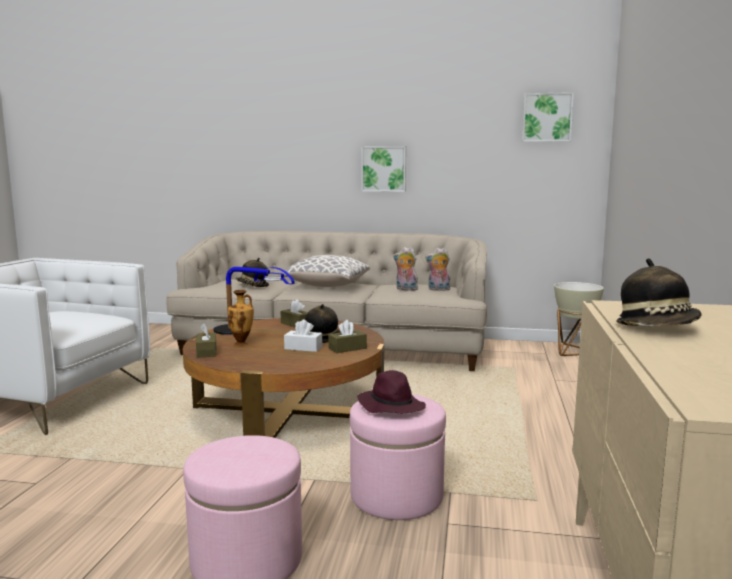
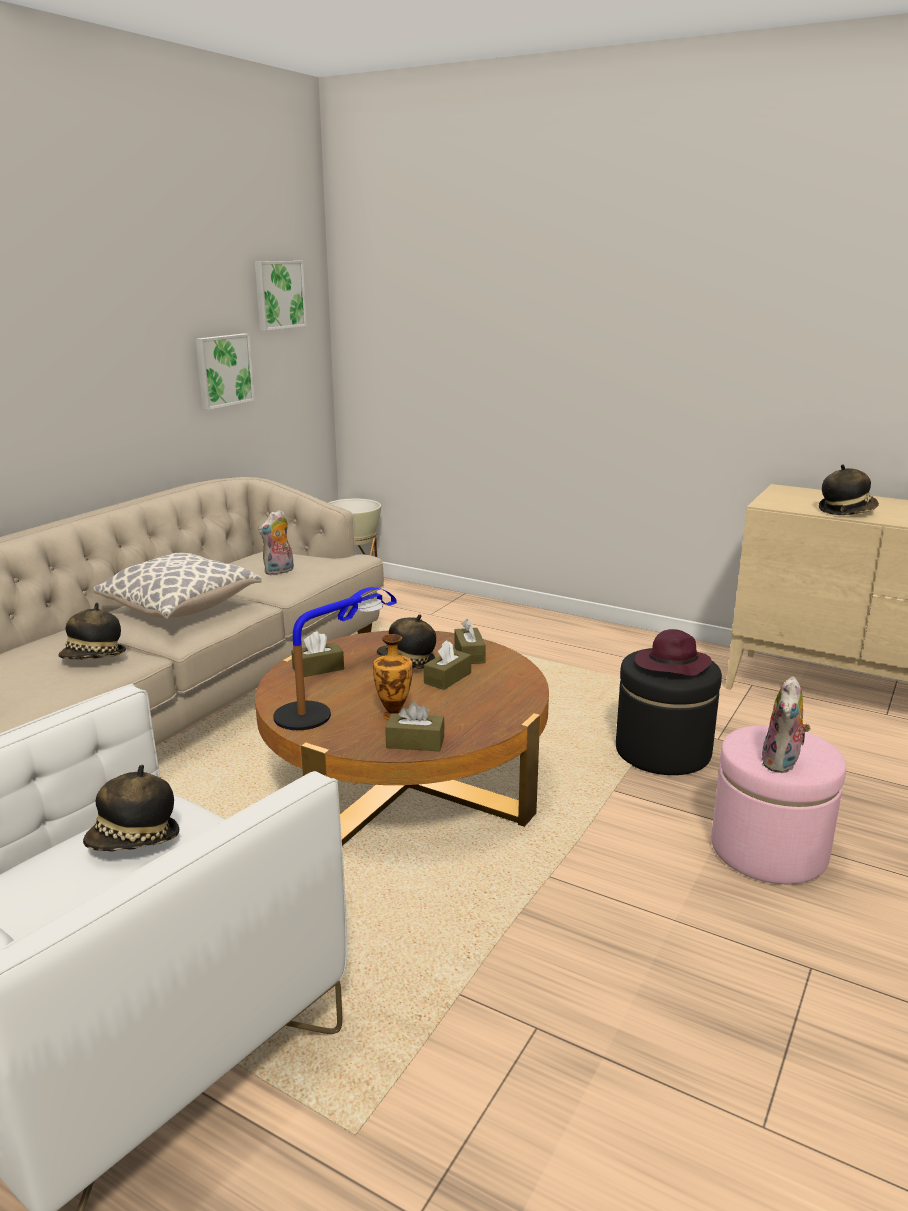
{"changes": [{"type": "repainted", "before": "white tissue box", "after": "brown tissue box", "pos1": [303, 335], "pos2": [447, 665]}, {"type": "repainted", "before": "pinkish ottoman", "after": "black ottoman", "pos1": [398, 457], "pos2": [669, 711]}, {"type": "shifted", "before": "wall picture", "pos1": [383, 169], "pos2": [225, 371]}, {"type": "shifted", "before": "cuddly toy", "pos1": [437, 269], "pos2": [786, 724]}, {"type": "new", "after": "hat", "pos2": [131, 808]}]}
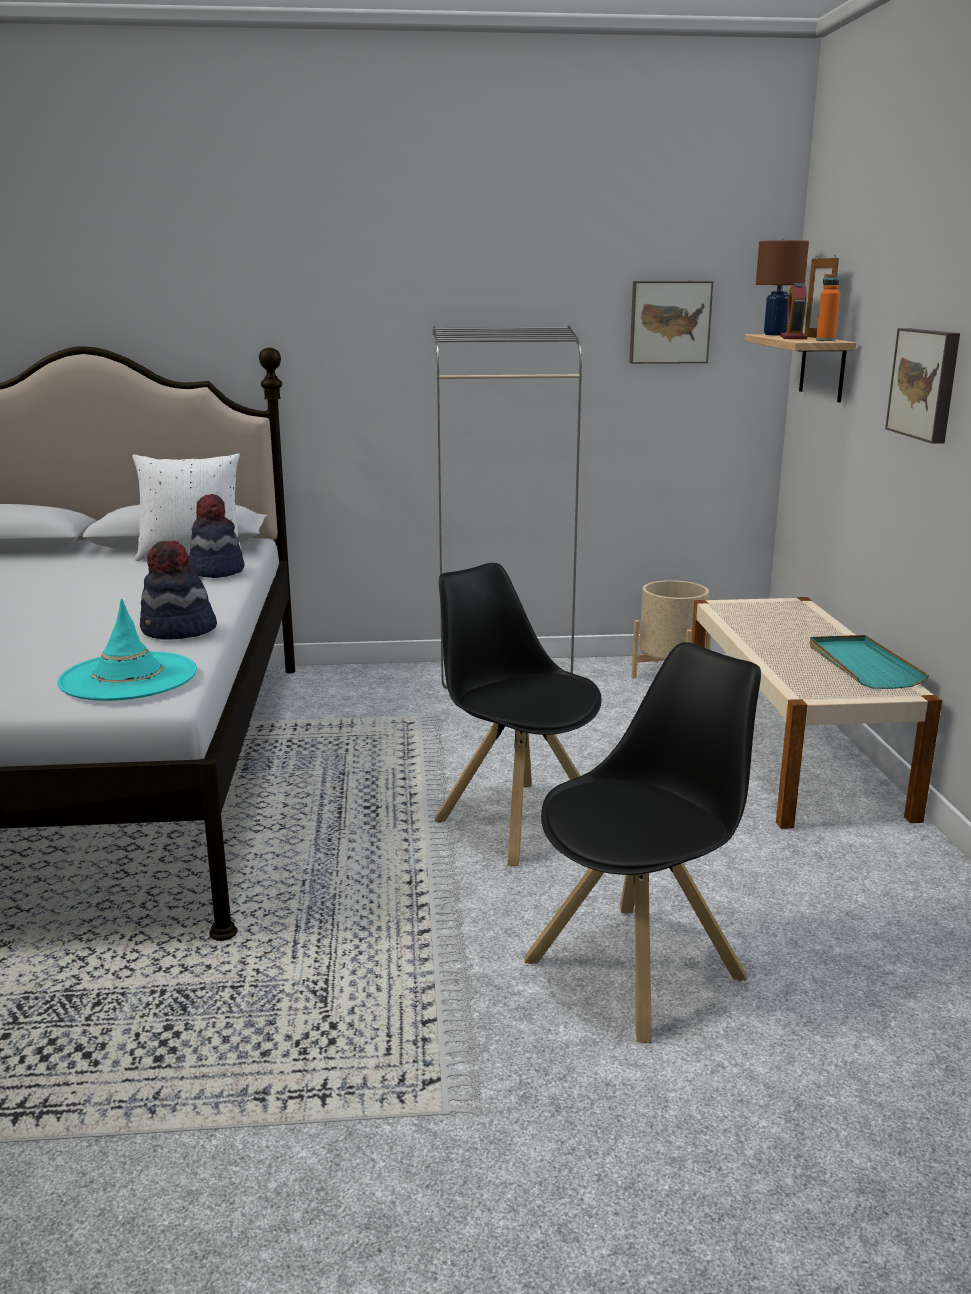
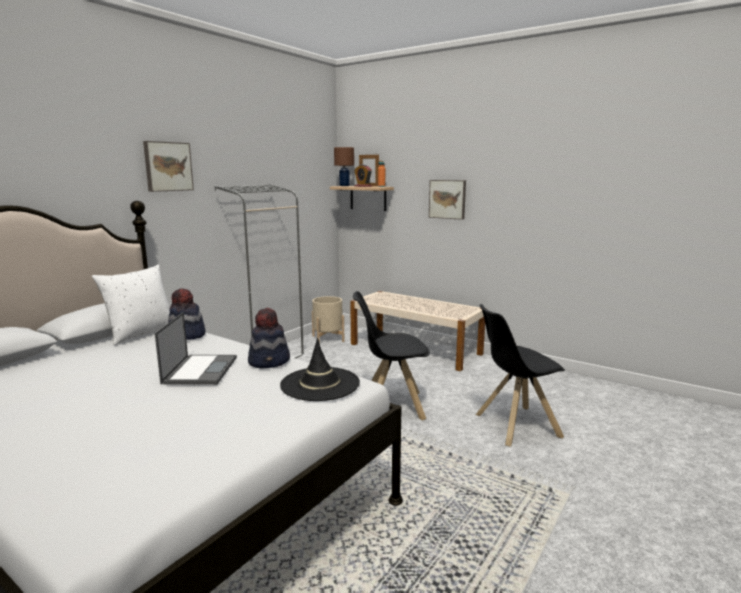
{"changes": [{"type": "repainted", "before": "turquoise hat", "after": "black hat", "pos1": [127, 649], "pos2": [320, 369]}, {"type": "rotated", "before": "black plain chair", "pos1": [642, 842], "pos2": [520, 375], "turn": -105}, {"type": "shifted", "before": "wall picture", "pos1": [671, 322], "pos2": [168, 166]}, {"type": "gone", "before": "turquoise serving tray", "pos1": [869, 662]}, {"type": "new", "after": "portable computer", "pos2": [196, 348]}]}
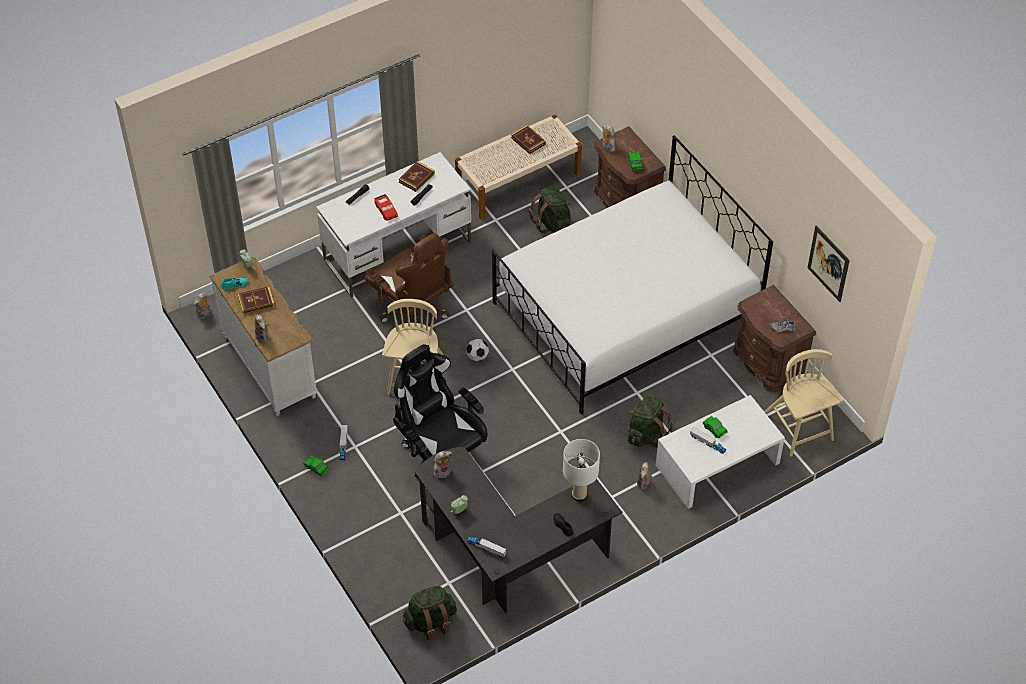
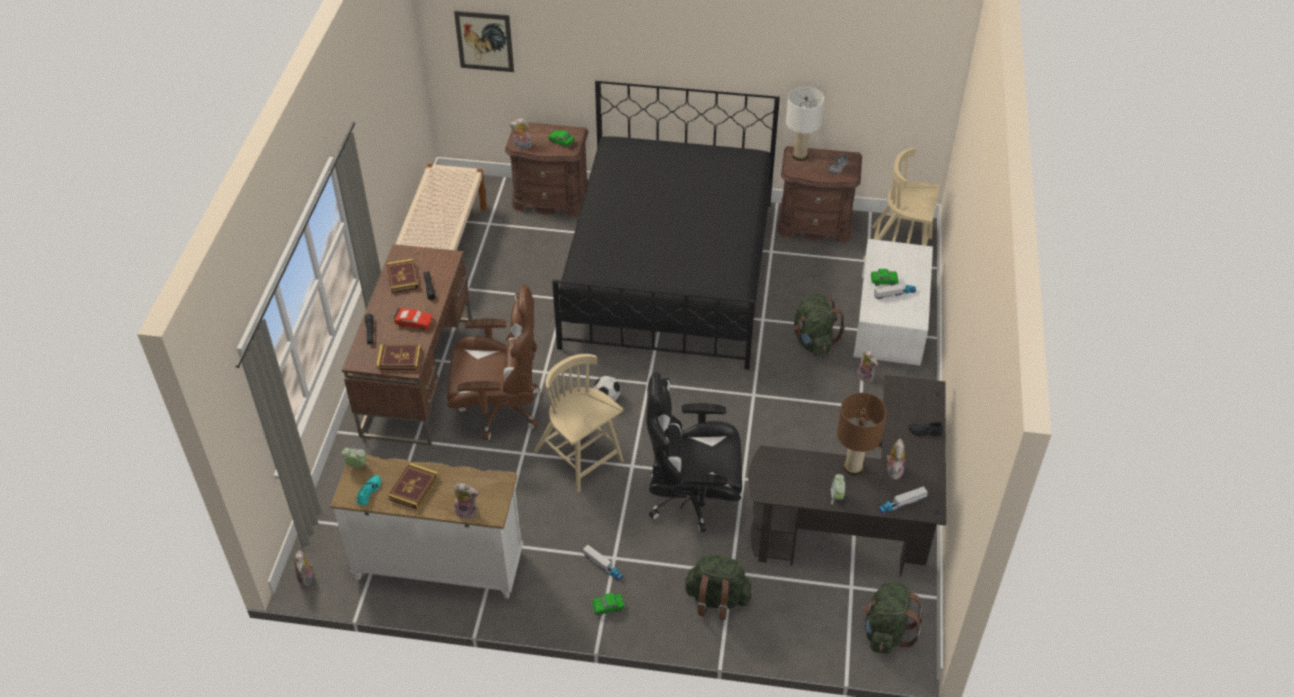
{"changes": [{"type": "repainted", "before": "white desk unit", "after": "brown desk unit", "pos1": [393, 225], "pos2": [407, 344]}, {"type": "shifted", "before": "cuddly toy", "pos1": [443, 464], "pos2": [895, 459]}, {"type": "repainted", "before": "white bed", "after": "black bed", "pos1": [632, 275], "pos2": [666, 225]}, {"type": "shifted", "before": "bound book", "pos1": [528, 139], "pos2": [398, 358]}, {"type": "shifted", "before": "greenish knapsack", "pos1": [550, 210], "pos2": [718, 587]}, {"type": "shifted", "before": "white tabletop lamp", "pos1": [581, 470], "pos2": [805, 124]}, {"type": "shifted", "before": "wall picture", "pos1": [828, 263], "pos2": [484, 41]}, {"type": "new", "after": "brown tabletop lamp", "pos2": [862, 434]}]}
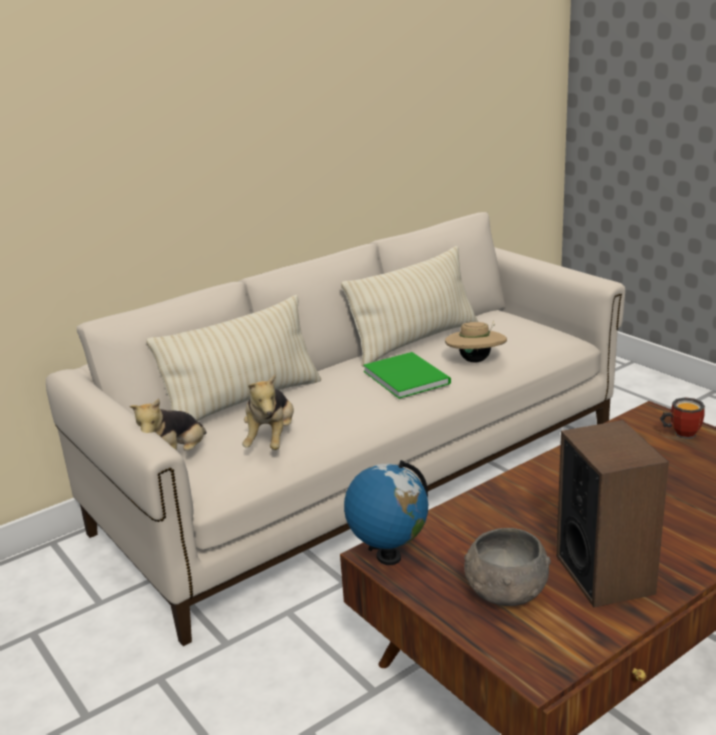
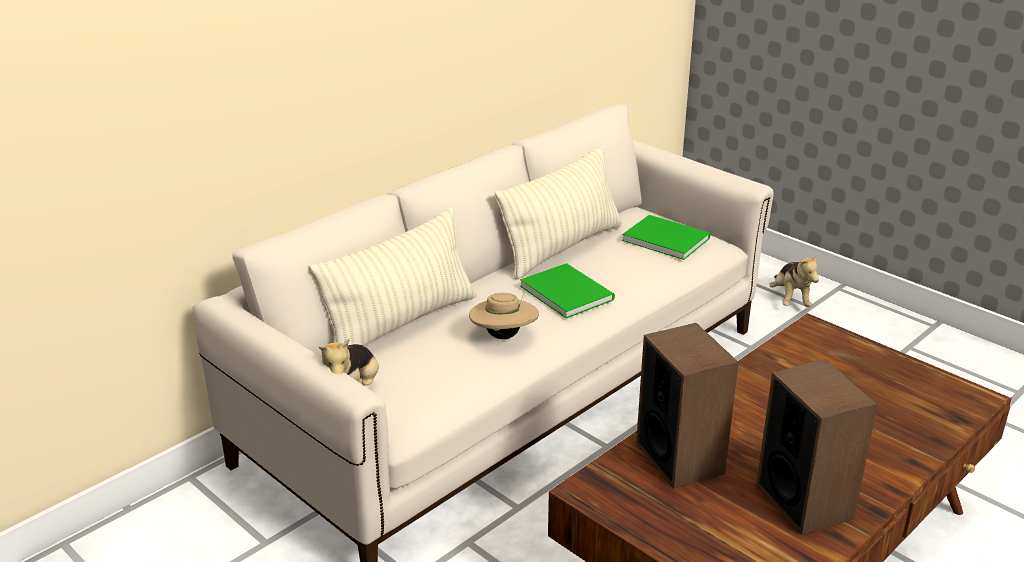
{"changes": [{"type": "shifted", "before": "cuddly toy", "pos1": [268, 412], "pos2": [794, 280]}, {"type": "gone", "before": "desk globe", "pos1": [386, 512]}, {"type": "shifted", "before": "beige hat", "pos1": [476, 342], "pos2": [504, 316]}, {"type": "gone", "before": "grey deep dish", "pos1": [507, 567]}, {"type": "gone", "before": "coffee mug", "pos1": [682, 418]}, {"type": "new", "after": "greenish bound book", "pos2": [666, 237]}, {"type": "new", "after": "speaker", "pos2": [687, 406]}]}
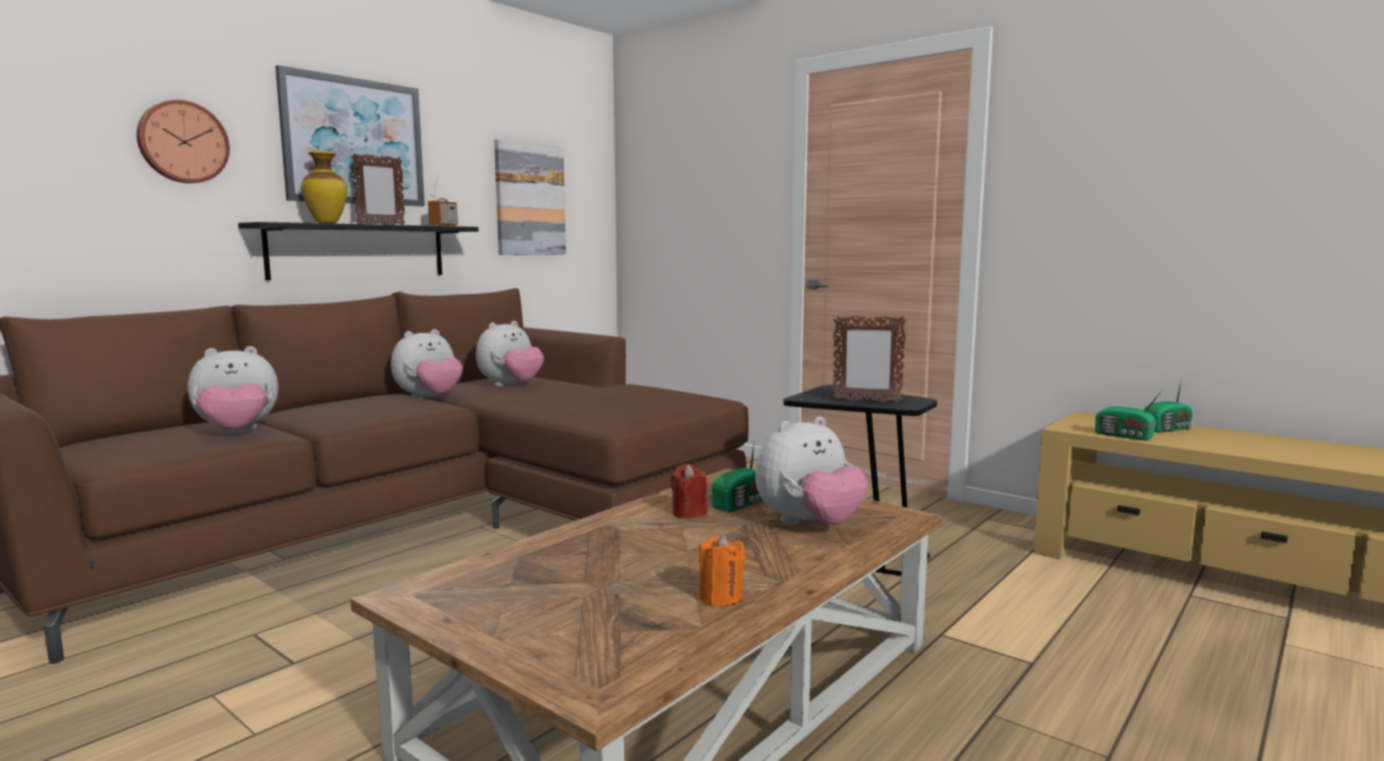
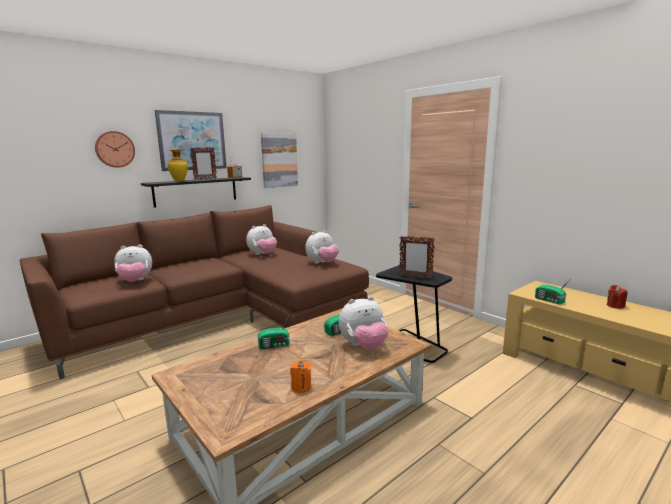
{"changes": [{"type": "shifted", "before": "cuddly toy", "pos1": [427, 363], "pos2": [322, 247]}, {"type": "shifted", "before": "red-coloured wax light", "pos1": [688, 491], "pos2": [617, 297]}, {"type": "shifted", "before": "radio receiver", "pos1": [1168, 407], "pos2": [274, 332]}]}
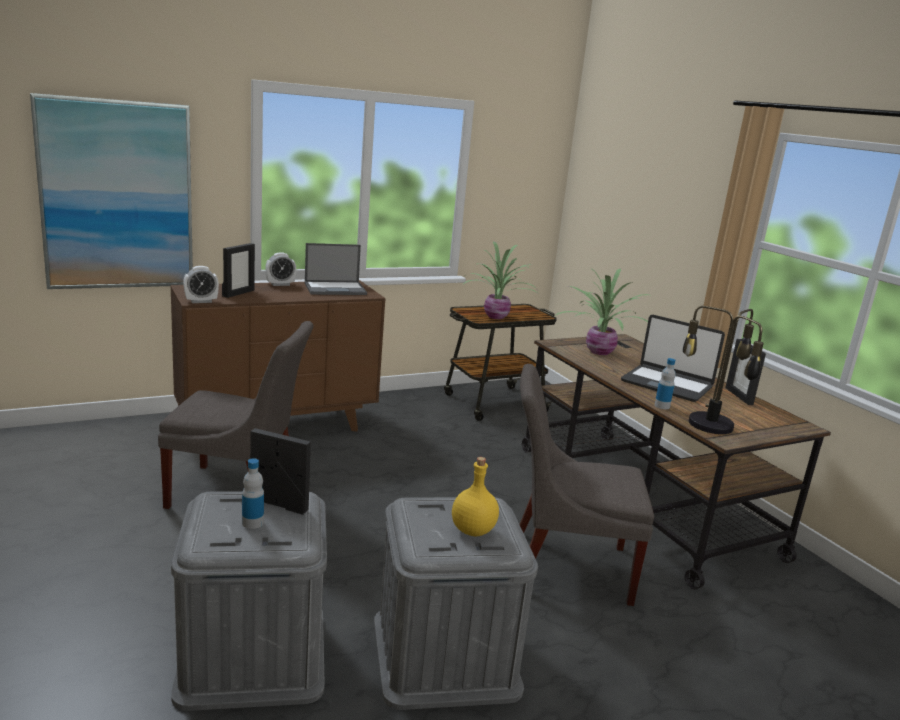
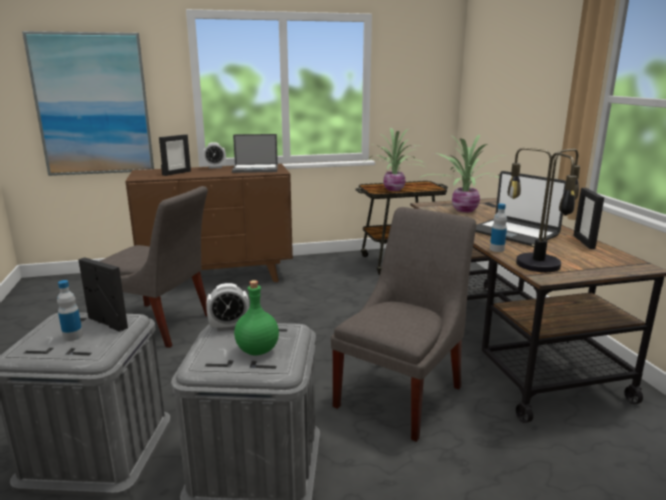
{"changes": [{"type": "shifted", "before": "table clock", "pos1": [201, 284], "pos2": [227, 307]}, {"type": "repainted", "before": "yellow drink bottle", "after": "greenish drink bottle", "pos1": [475, 496], "pos2": [256, 318]}, {"type": "rotated", "before": "grey plain chair", "pos1": [586, 485], "pos2": [403, 324], "turn": 105}]}
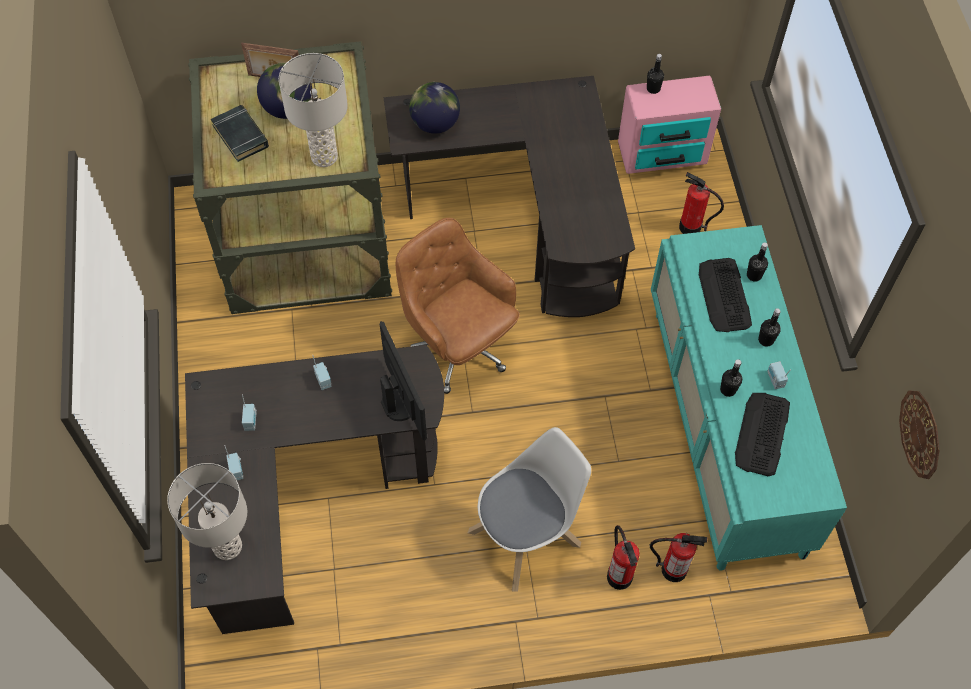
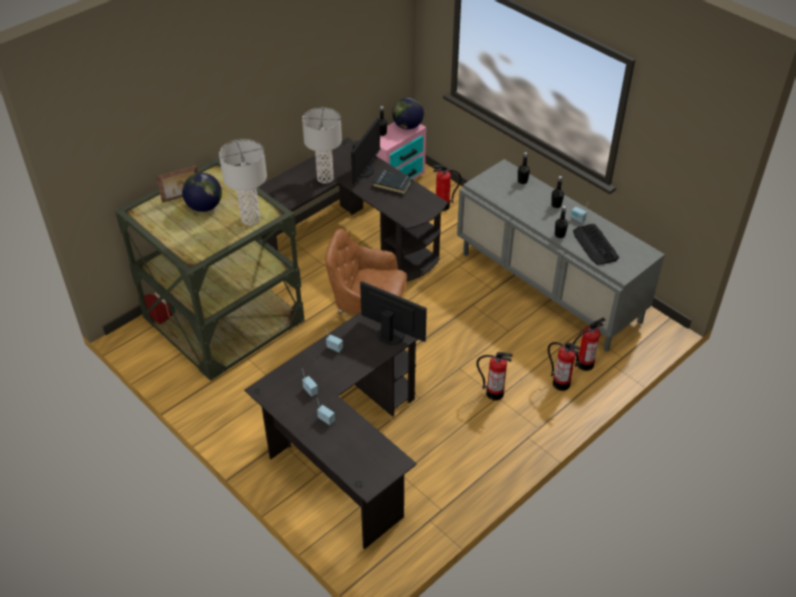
{"changes": [{"type": "shifted", "before": "white tabletop lamp", "pos1": [207, 511], "pos2": [322, 145]}, {"type": "shifted", "before": "black bound book", "pos1": [240, 133], "pos2": [392, 182]}, {"type": "shifted", "before": "desk globe", "pos1": [434, 108], "pos2": [408, 113]}, {"type": "swapped", "before": "plain chair", "after": "fire-fighting cylinder", "pos1": [529, 509], "pos2": [494, 376]}, {"type": "repainted", "before": "turquoise cabinet", "after": "grey cabinet", "pos1": [749, 398], "pos2": [561, 255]}, {"type": "gone", "before": "keyboard", "pos1": [725, 295]}, {"type": "gone", "before": "clock on the wall", "pos1": [919, 434]}, {"type": "new", "after": "computer display", "pos2": [365, 151]}]}
